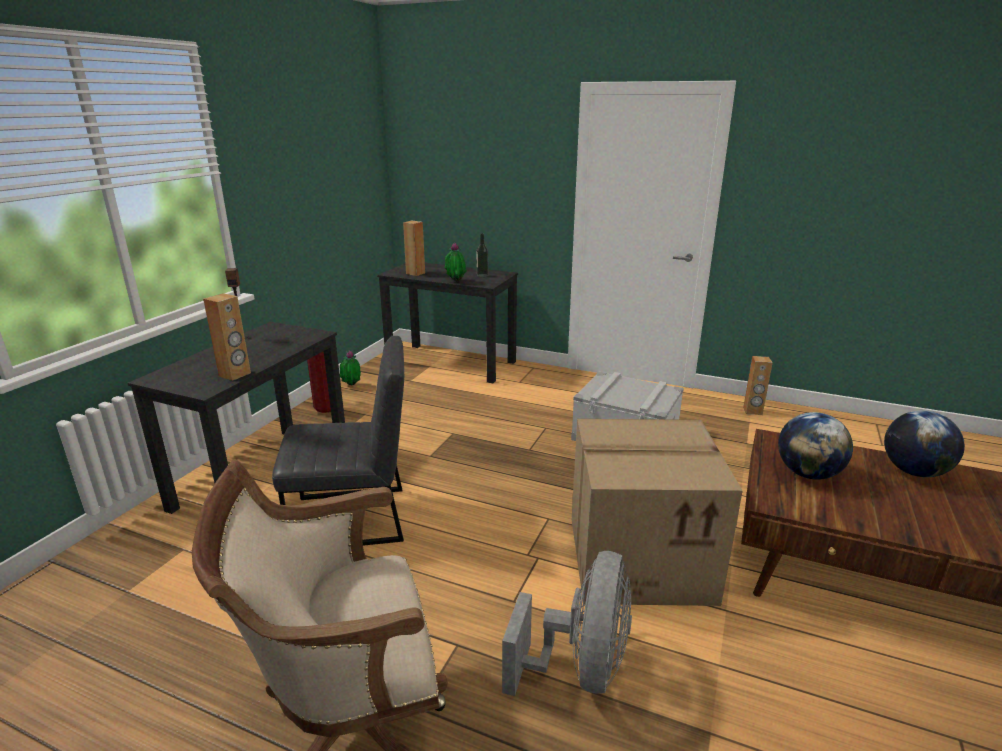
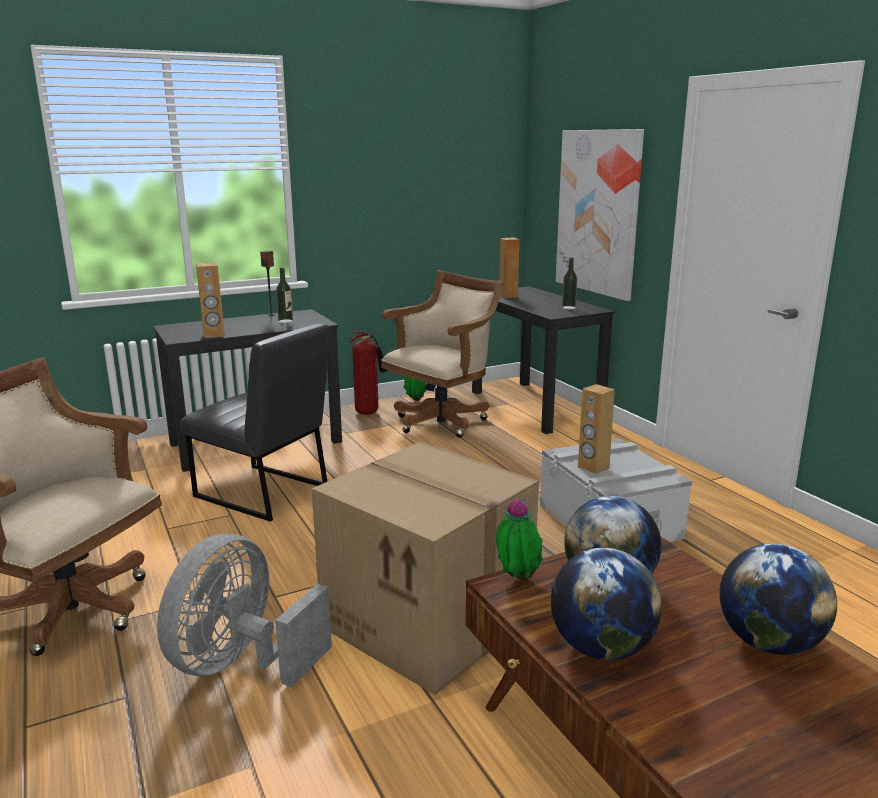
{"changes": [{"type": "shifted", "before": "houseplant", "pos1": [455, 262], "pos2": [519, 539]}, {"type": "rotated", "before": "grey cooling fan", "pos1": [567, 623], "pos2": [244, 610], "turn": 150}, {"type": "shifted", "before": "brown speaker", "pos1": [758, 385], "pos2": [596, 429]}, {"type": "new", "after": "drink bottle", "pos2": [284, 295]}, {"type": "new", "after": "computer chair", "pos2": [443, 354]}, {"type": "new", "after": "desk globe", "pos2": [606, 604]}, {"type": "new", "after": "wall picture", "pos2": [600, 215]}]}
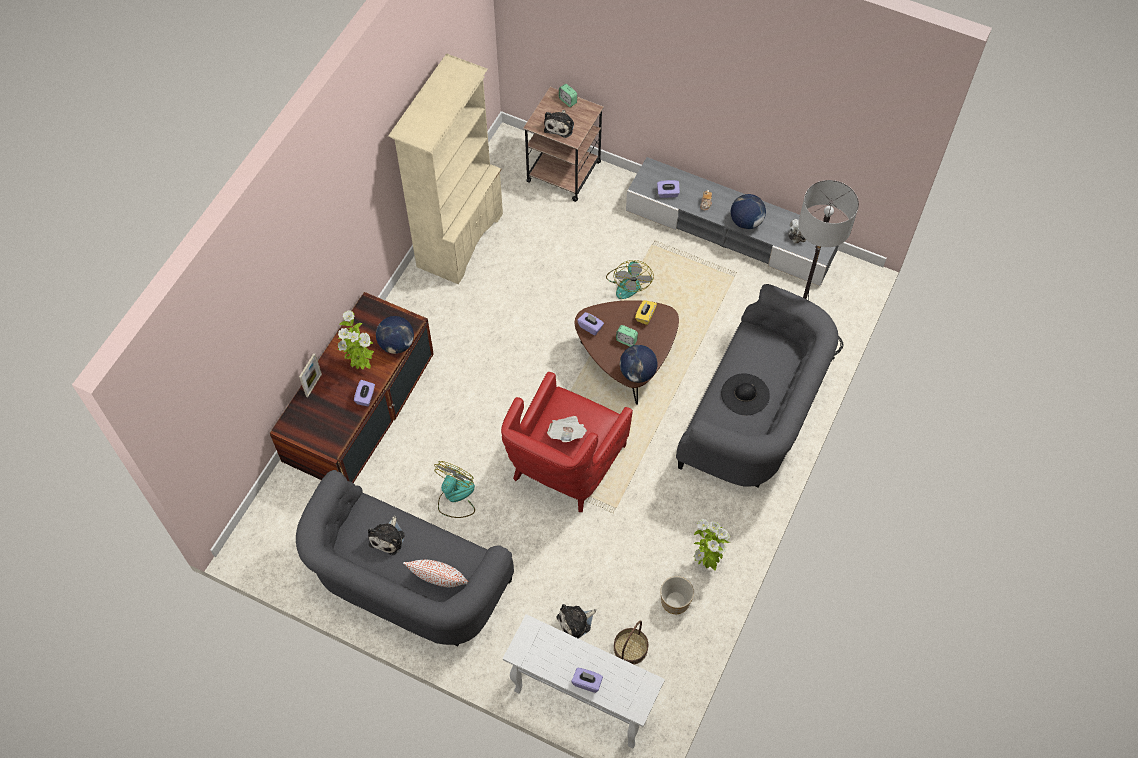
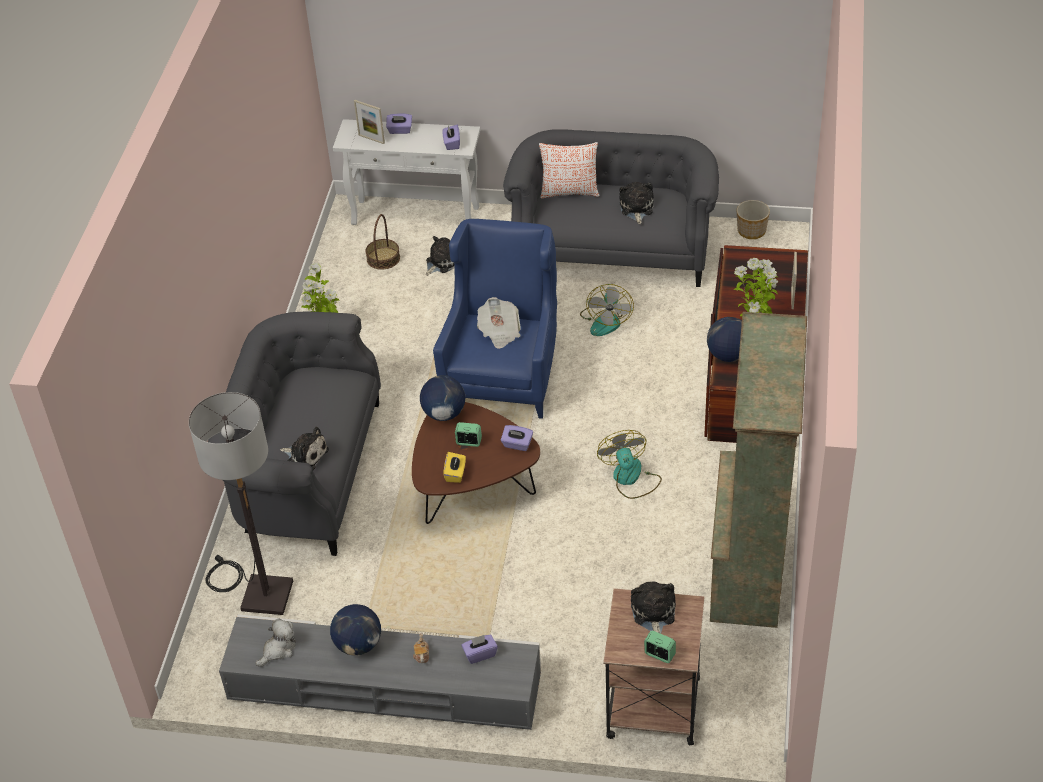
{"changes": [{"type": "shifted", "before": "purple-coloured tissue box", "pos1": [364, 393], "pos2": [451, 137]}, {"type": "repainted", "before": "beige bookshelf", "after": "greenish bookshelf", "pos1": [445, 168], "pos2": [758, 470]}, {"type": "repainted", "before": "red-coloured lounge chair", "after": "blue-coloured lounge chair", "pos1": [567, 442], "pos2": [495, 319]}, {"type": "shifted", "before": "cooling fan", "pos1": [630, 279], "pos2": [629, 464]}, {"type": "shifted", "before": "flower pot", "pos1": [677, 595], "pos2": [753, 219]}, {"type": "gone", "before": "black hat", "pos1": [745, 394]}, {"type": "new", "after": "cuddly toy", "pos2": [304, 448]}, {"type": "new", "after": "photo frame", "pos2": [369, 122]}]}
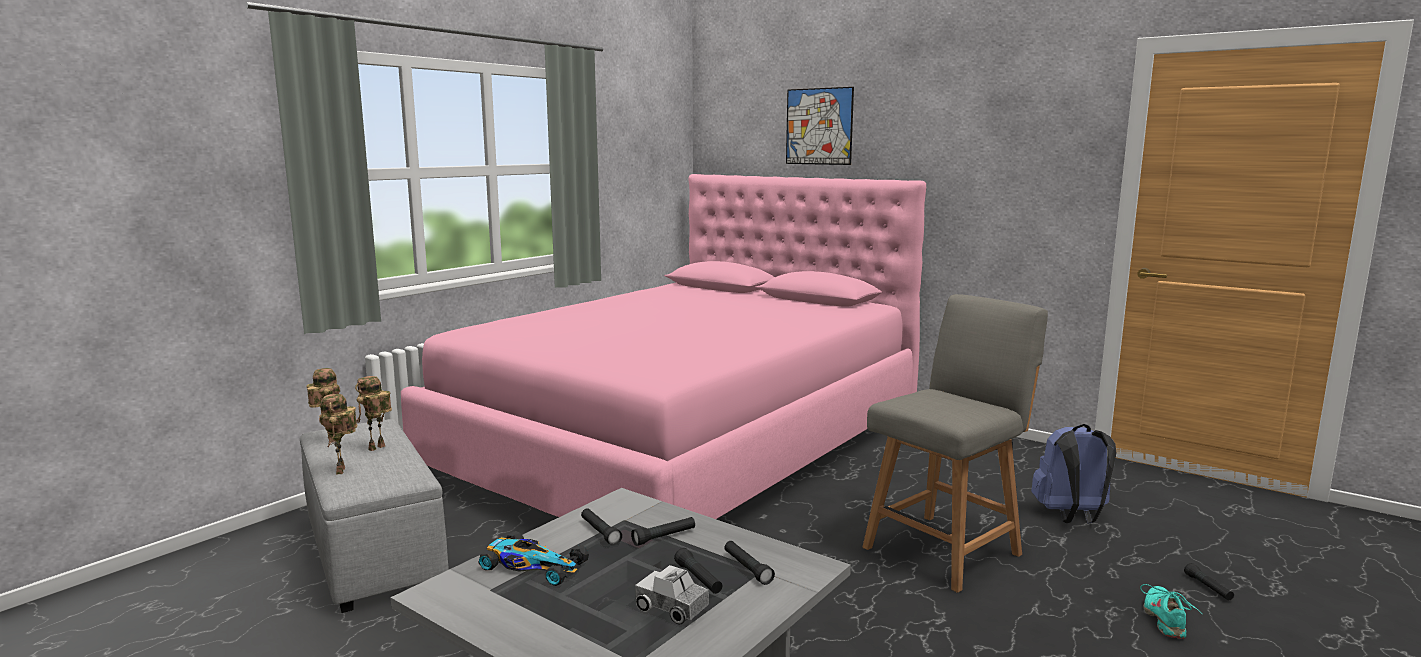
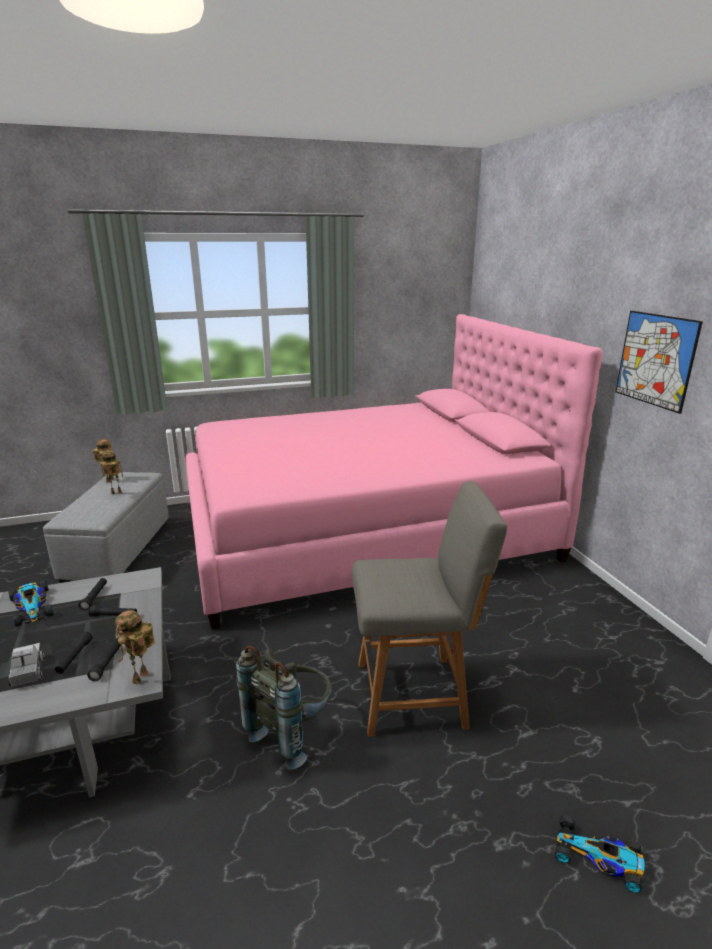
{"changes": [{"type": "shifted", "before": "robot figure", "pos1": [338, 434], "pos2": [135, 647]}, {"type": "shifted", "before": "wall picture", "pos1": [820, 126], "pos2": [659, 362]}, {"type": "gone", "before": "blue-coloured knapsack", "pos1": [1074, 474]}, {"type": "gone", "before": "turquoise shoe", "pos1": [1171, 611]}, {"type": "swapped", "before": "black torch", "after": "miniature car", "pos1": [1209, 581], "pos2": [600, 854]}, {"type": "new", "after": "grey knapsack", "pos2": [284, 707]}]}
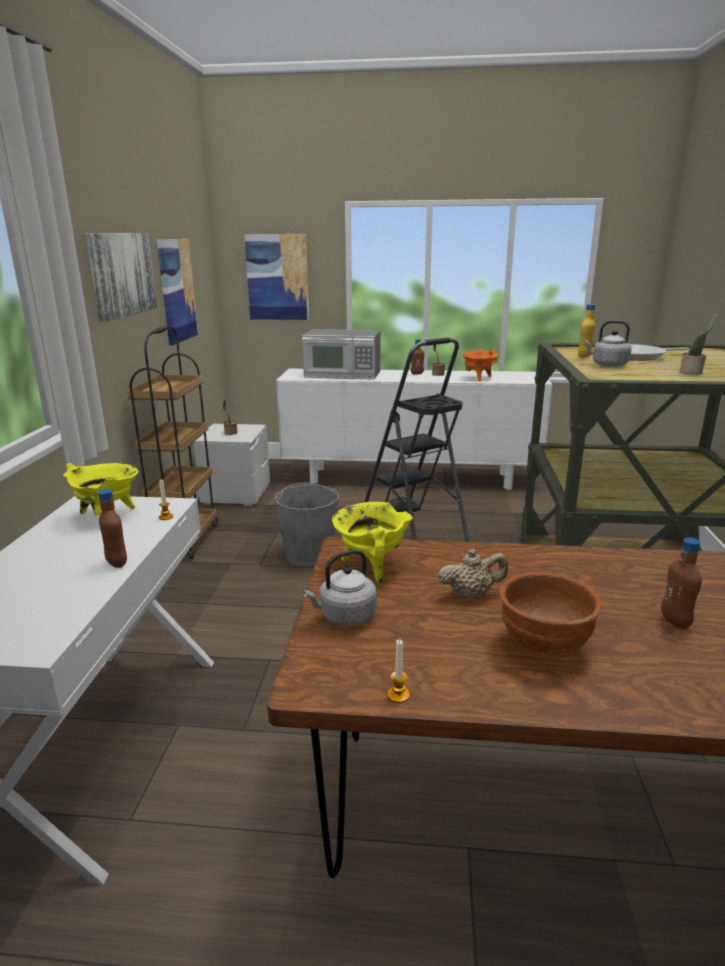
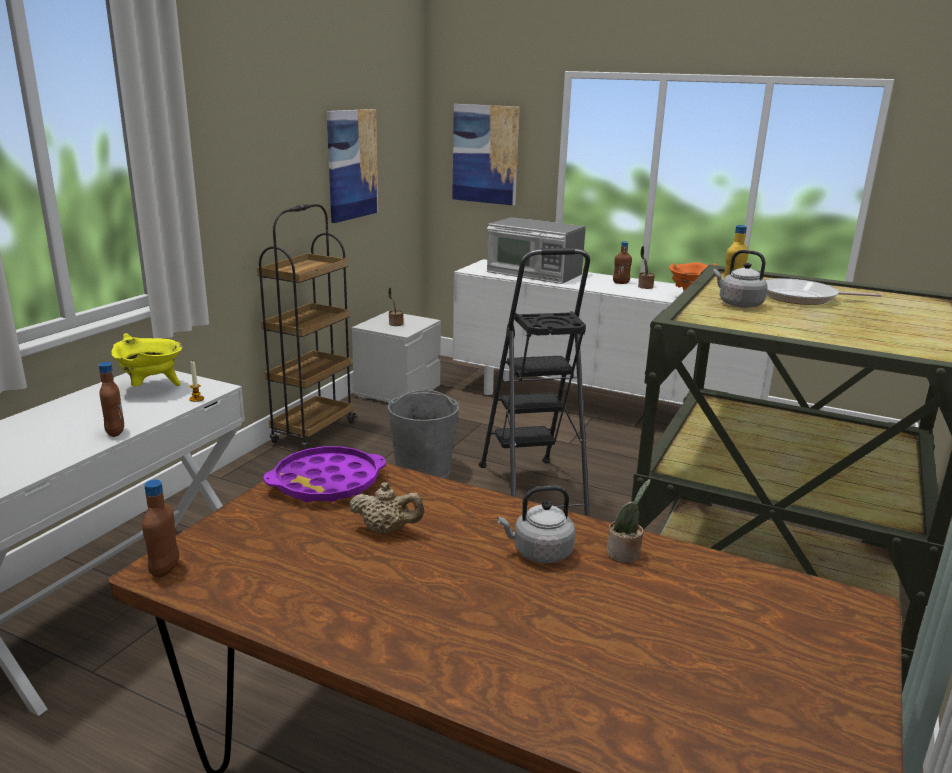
{"changes": [{"type": "gone", "before": "wall picture", "pos1": [121, 277]}, {"type": "shifted", "before": "grey kettle", "pos1": [340, 587], "pos2": [536, 524]}, {"type": "swapped", "before": "yellow cooking pot", "after": "purple-coloured serving tray", "pos1": [372, 542], "pos2": [324, 474]}, {"type": "gone", "before": "wax light", "pos1": [398, 671]}, {"type": "gone", "before": "brown deep dish", "pos1": [550, 613]}, {"type": "shifted", "before": "brown drink bottle", "pos1": [681, 583], "pos2": [160, 529]}, {"type": "shifted", "before": "houseplant", "pos1": [699, 344], "pos2": [629, 521]}]}
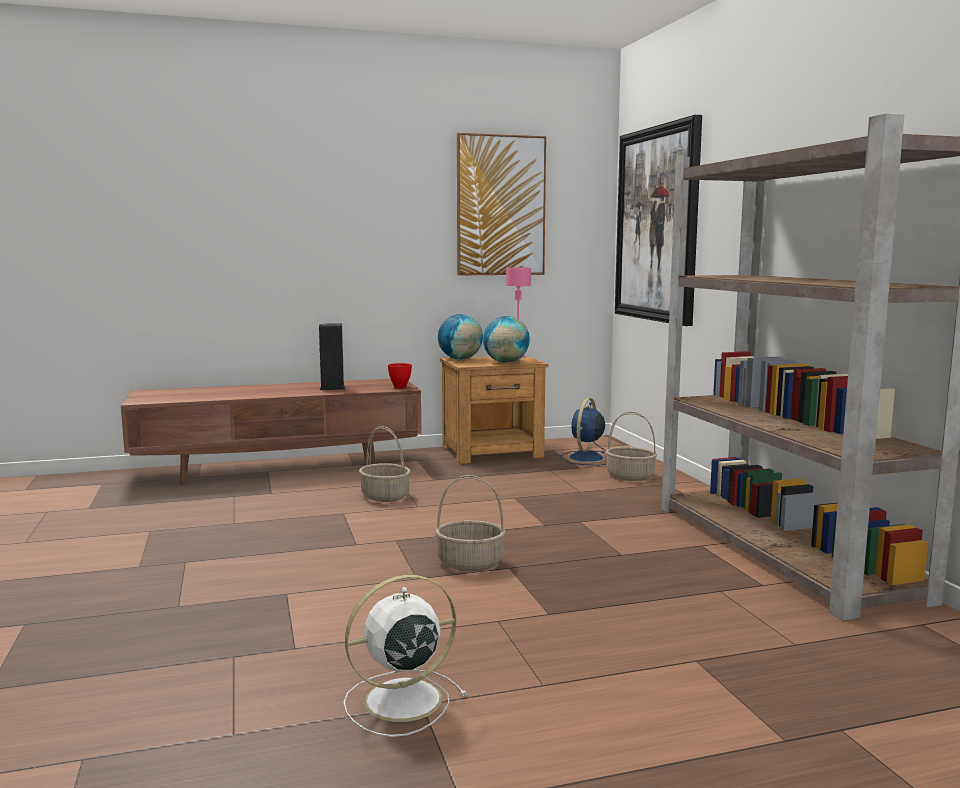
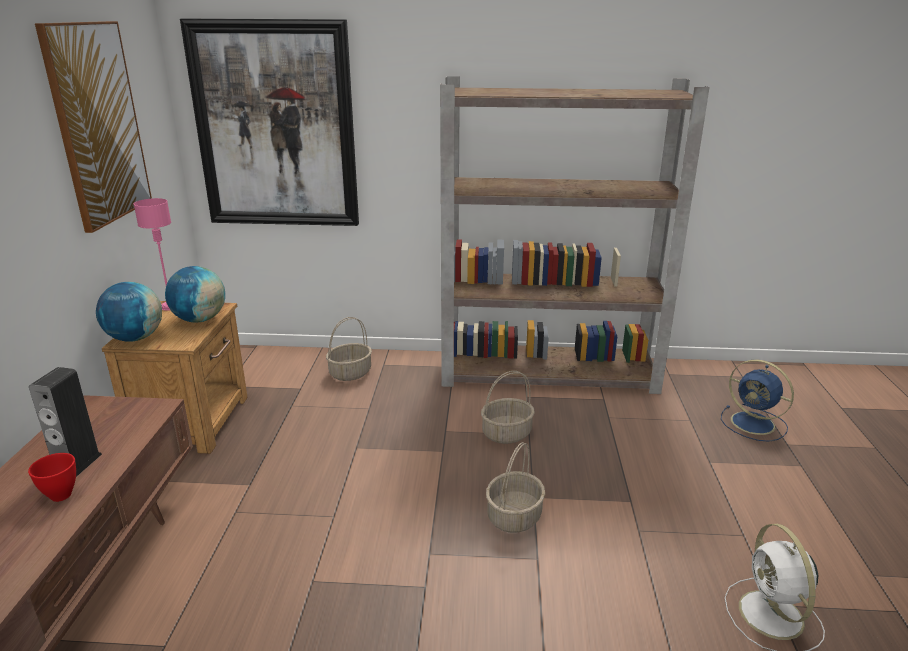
{"changes": [{"type": "shifted", "before": "basket", "pos1": [385, 464], "pos2": [508, 407]}, {"type": "shifted", "before": "red-coloured deep dish", "pos1": [400, 375], "pos2": [52, 477]}, {"type": "shifted", "before": "blue-coloured cooling fan", "pos1": [583, 431], "pos2": [757, 401]}]}
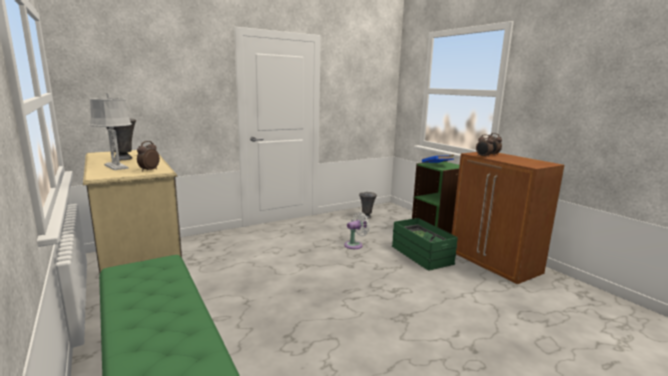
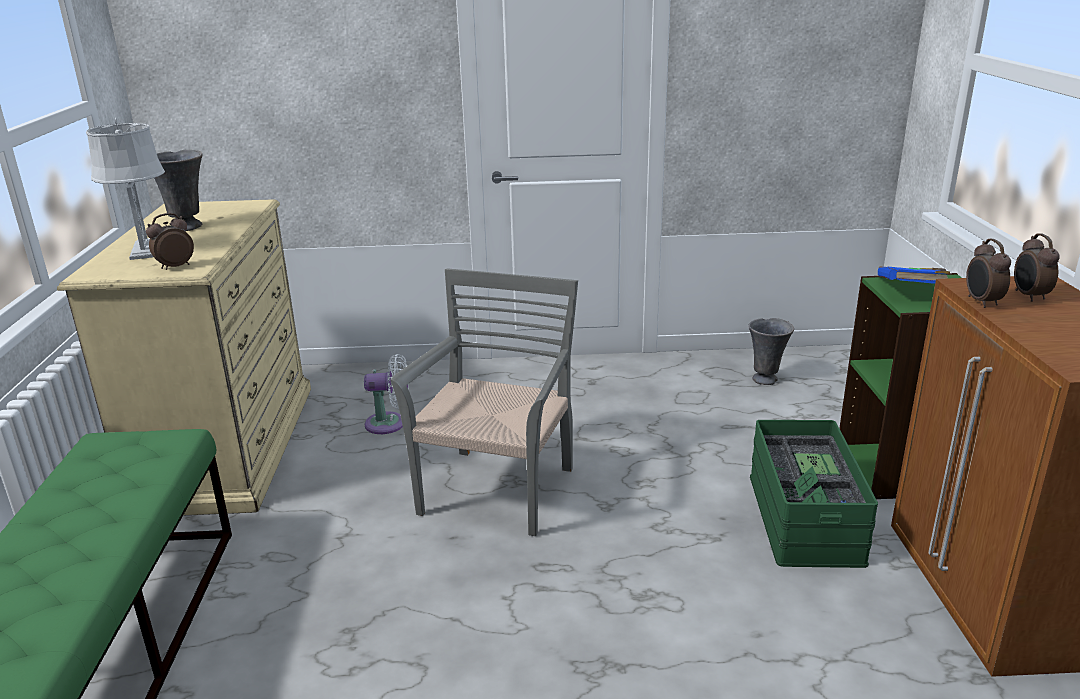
{"changes": [{"type": "shifted", "before": "white cooling fan", "pos1": [357, 230], "pos2": [386, 394]}, {"type": "new", "after": "grey lounge chair", "pos2": [484, 402]}]}
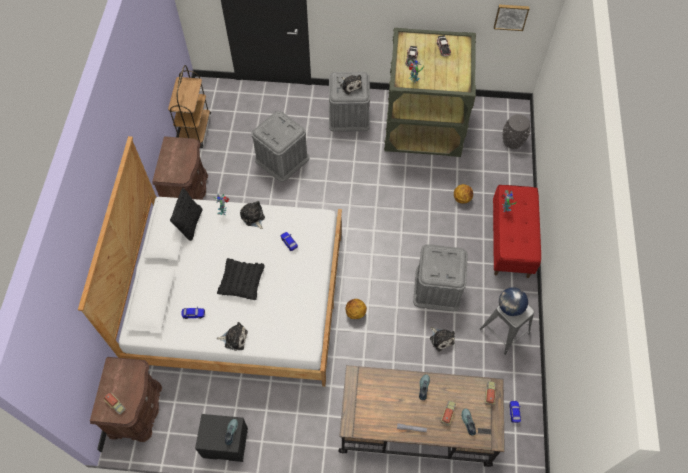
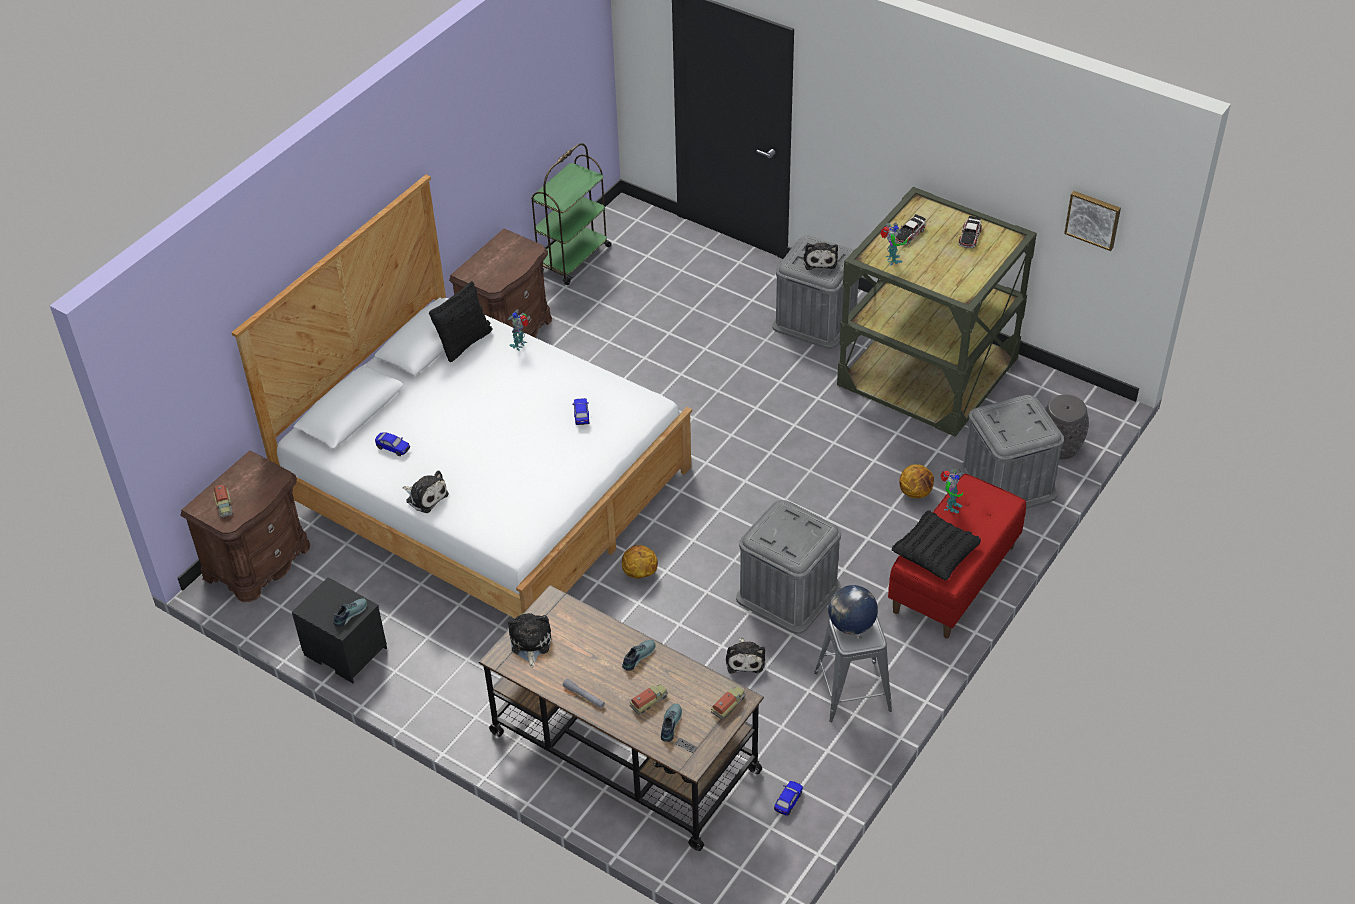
{"changes": [{"type": "repainted", "before": "brown wheeled cart", "after": "greenish wheeled cart", "pos1": [189, 106], "pos2": [571, 214]}, {"type": "shifted", "before": "black throw pillow", "pos1": [241, 279], "pos2": [936, 545]}, {"type": "shifted", "before": "cuddly toy", "pos1": [252, 215], "pos2": [529, 640]}, {"type": "shifted", "before": "grey storage bin", "pos1": [280, 146], "pos2": [1011, 452]}]}
